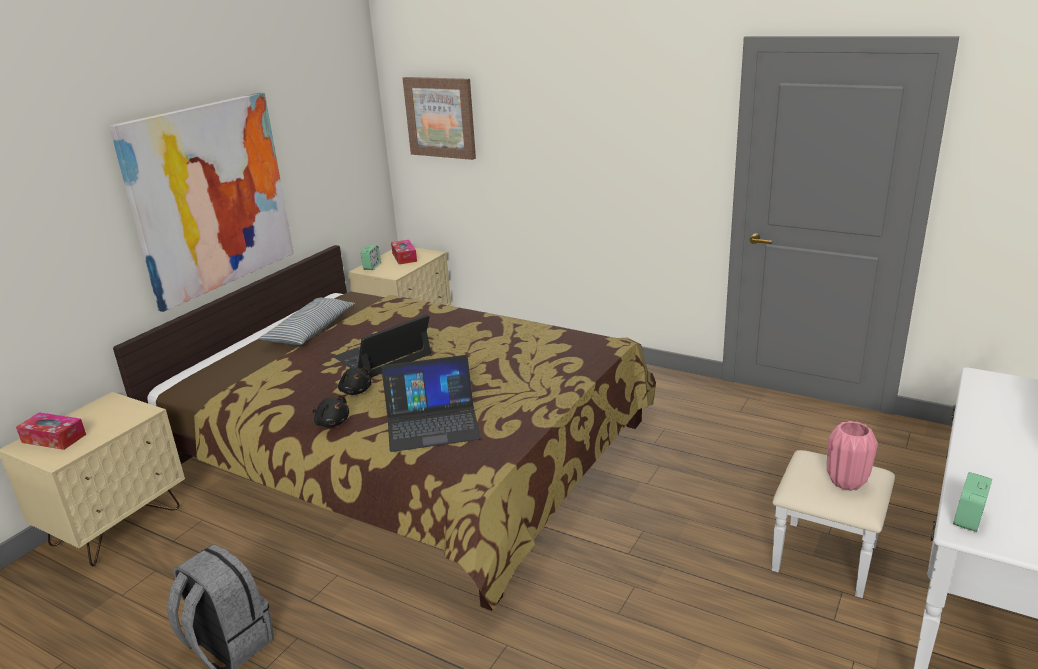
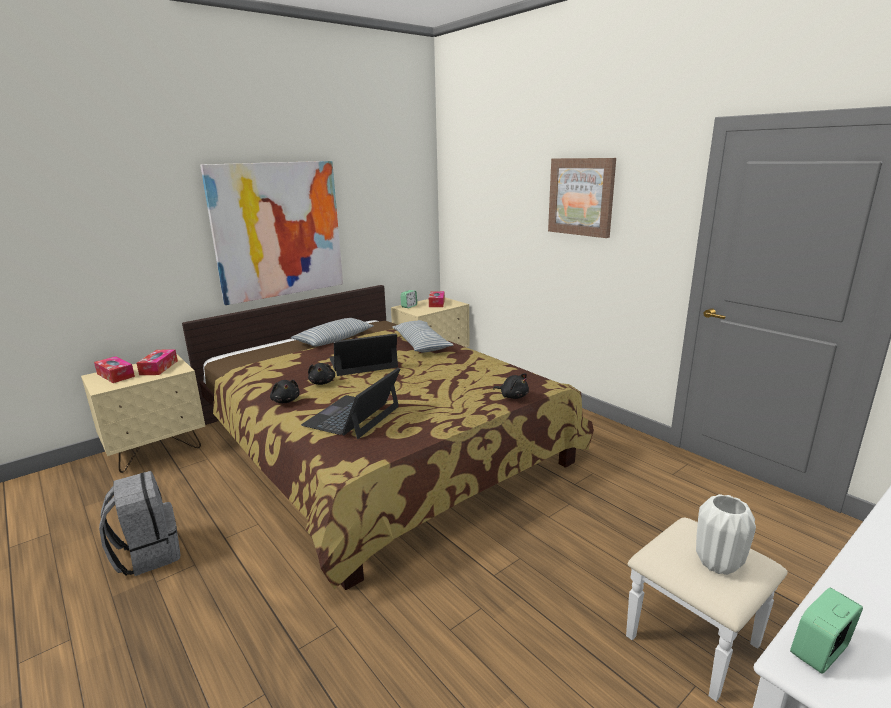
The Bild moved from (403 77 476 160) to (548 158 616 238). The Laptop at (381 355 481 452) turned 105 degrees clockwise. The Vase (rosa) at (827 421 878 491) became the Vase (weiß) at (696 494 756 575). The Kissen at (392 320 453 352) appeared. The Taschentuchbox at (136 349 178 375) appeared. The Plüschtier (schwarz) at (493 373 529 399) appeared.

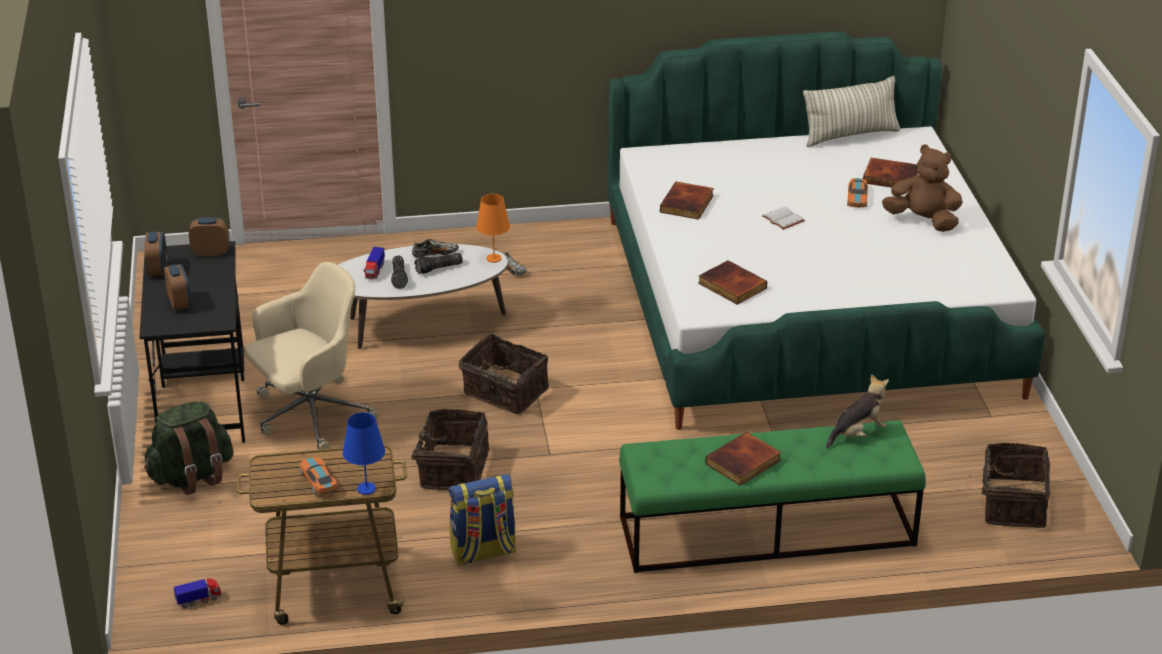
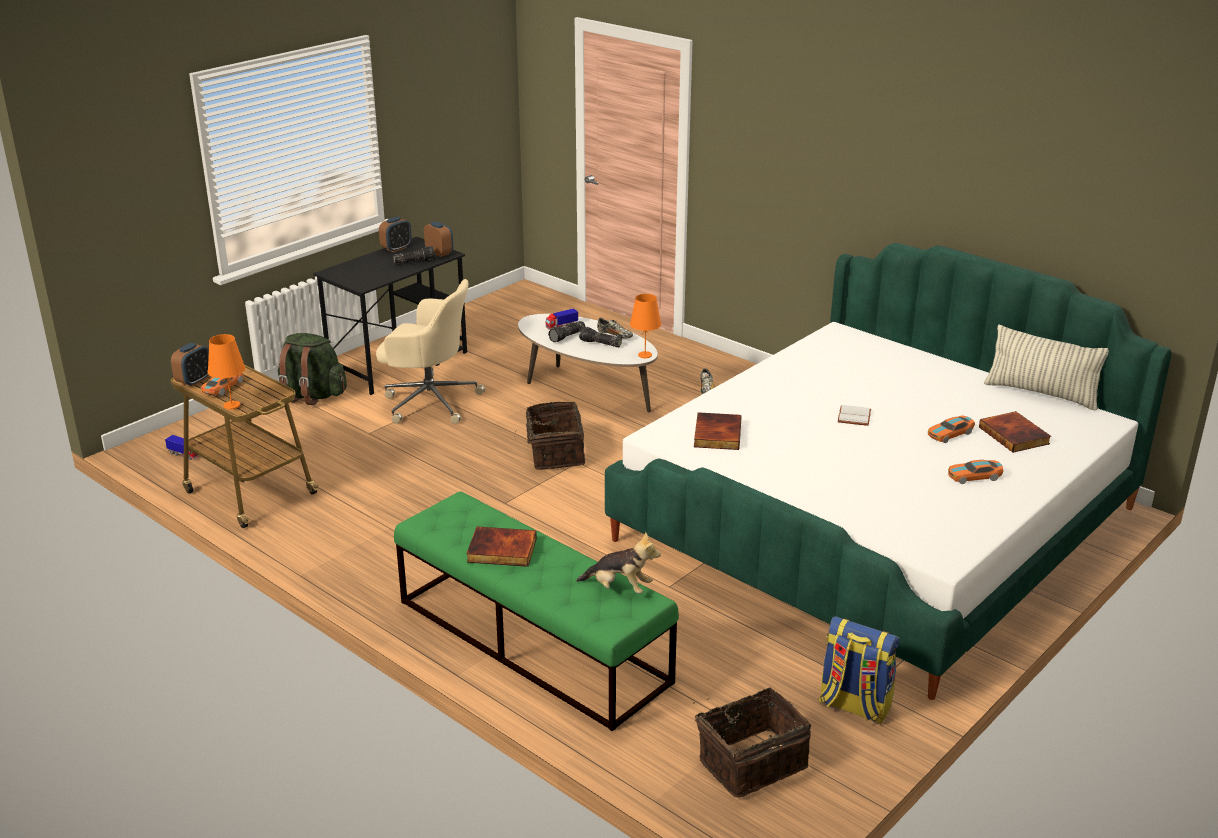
The Plüschtier (braun) at (882 145 963 232) was replaced by the Spielzeugauto at (948 460 1004 484). The Buch at (660 182 714 220) disappeared. The Wecker moved from (164 264 192 310) to (171 343 209 386). The Korb at (398 409 489 490) disappeared. The Tischlampe (blau) at (343 412 385 495) became the Tischlampe (orange) at (208 334 245 410). The Rucksack moved from (449 474 517 566) to (819 616 900 724). The Taschenlampe at (393 246 435 264) appeared.

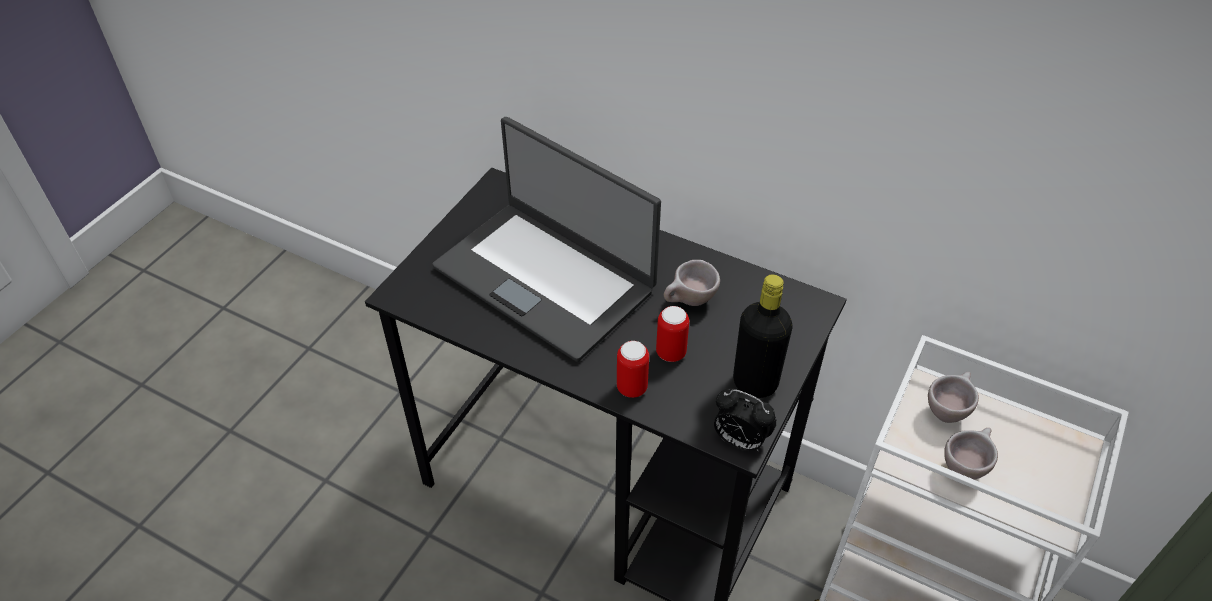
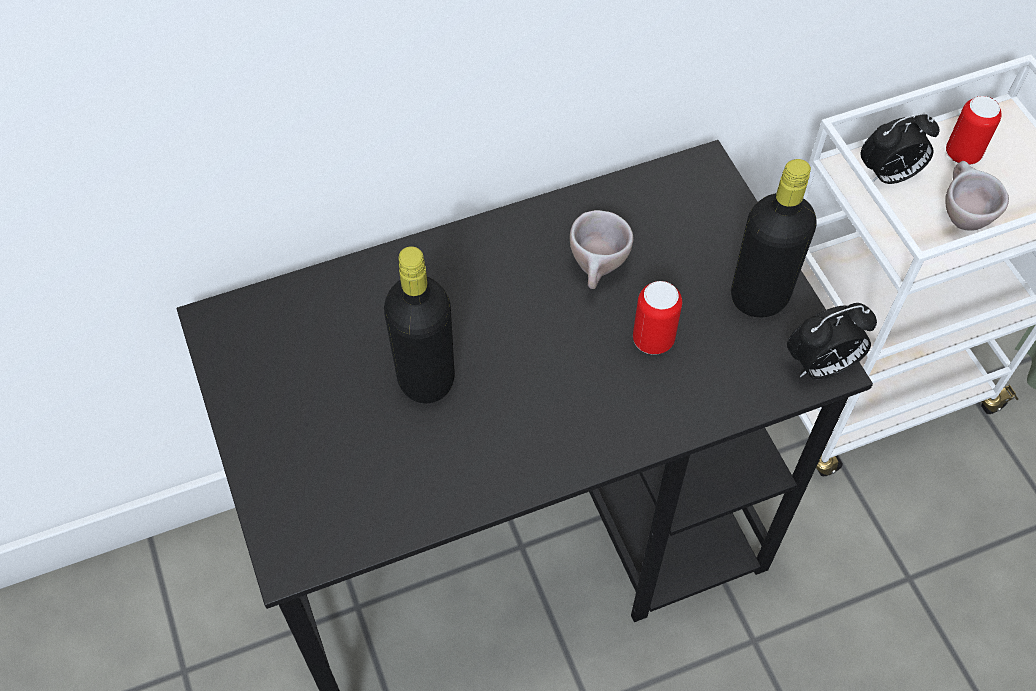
The Laptop at (432 117 661 362) was replaced by the Flasche (schwarz) at (384 246 455 403). The Dose moved from (617 341 649 398) to (946 96 1002 165). The Tasse (beige) at (928 372 979 423) was replaced by the Wecker at (861 113 940 184).

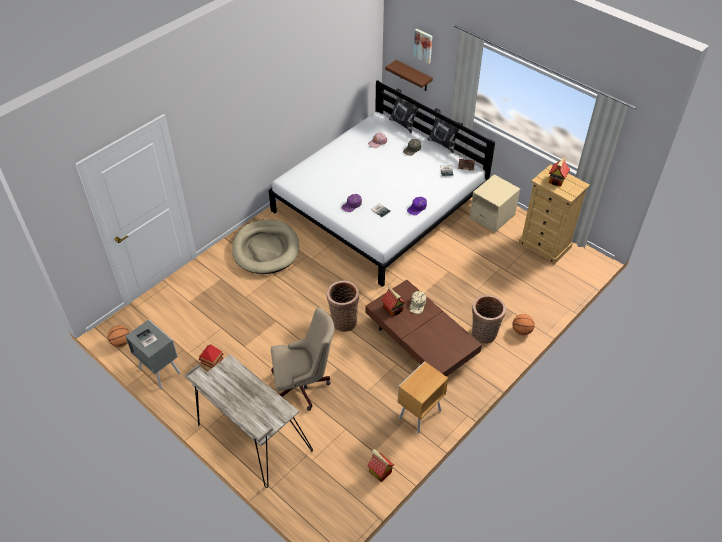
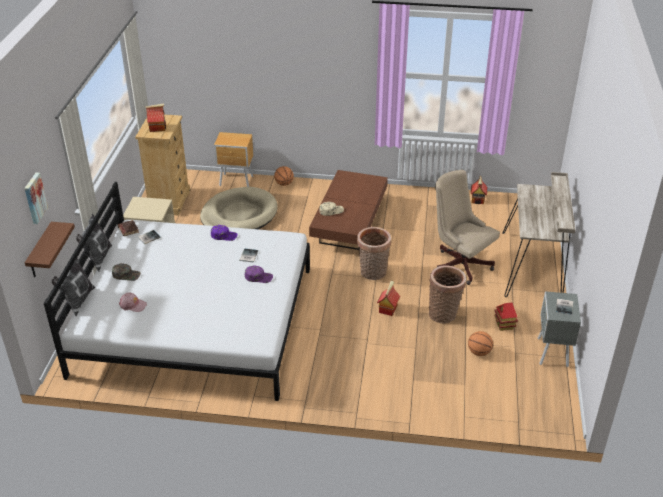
The Hundebett (beige) moved from (232 220 299 274) to (200 187 278 229). The Spielzeughaus moved from (381 287 405 317) to (377 281 400 316). The Korb moved from (472 295 506 343) to (429 265 466 323). The Basketball moved from (108 325 130 347) to (468 331 493 356). The Nachttisch (braun) moved from (397 361 448 434) to (214 132 253 187).

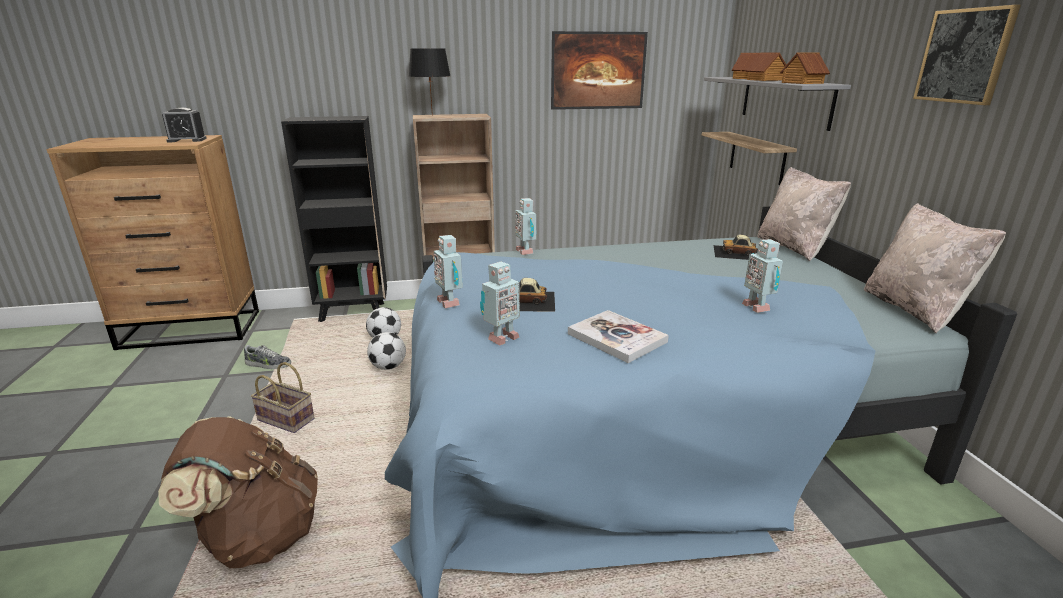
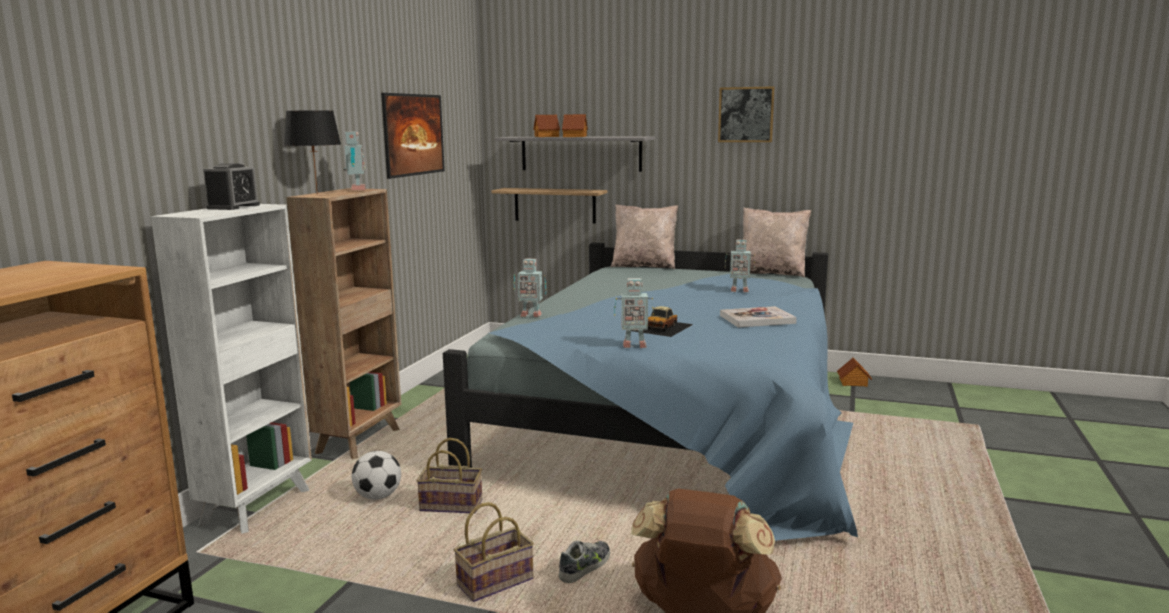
The Spielzeughaus moved from (780 53 830 84) to (837 358 872 387). The Wecker moved from (162 108 207 143) to (203 163 260 210). The Bücherregal (schwarz) at (281 116 387 322) became the Bücherregal (weiß) at (151 204 312 534). The Spielzeugauto at (714 235 758 260) disappeared. The Spielzeugroboter moved from (480 262 520 346) to (344 131 366 190). The Fußball at (367 332 406 370) was replaced by the Korb at (416 438 482 513). The Schuh moved from (244 345 291 369) to (559 541 610 583).

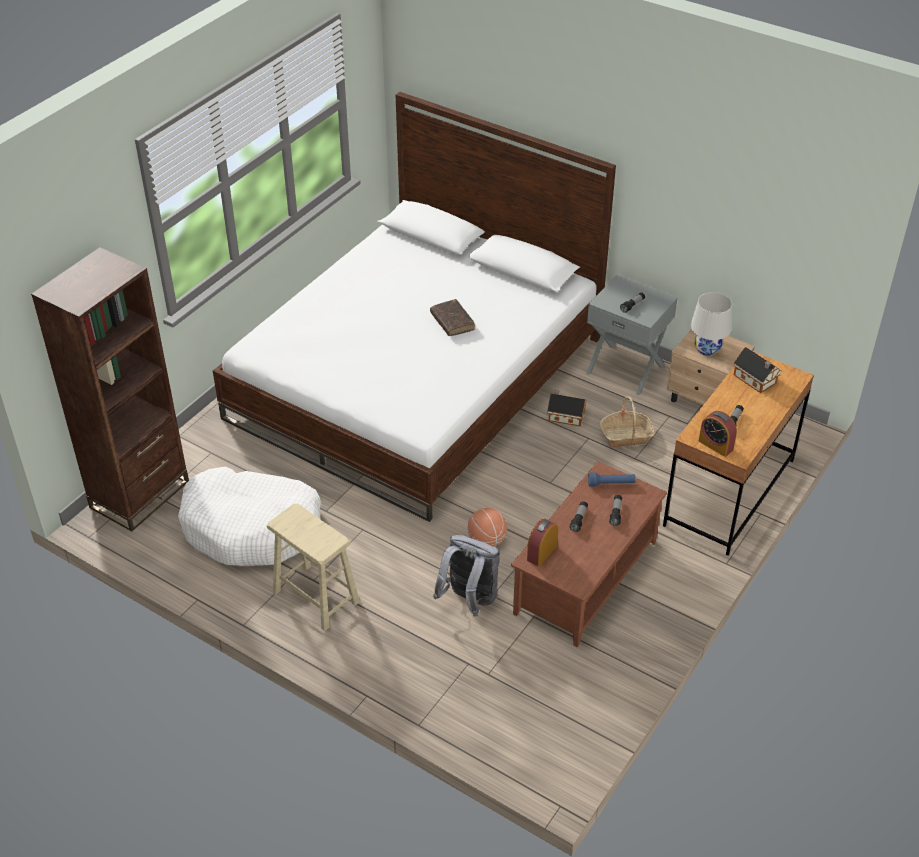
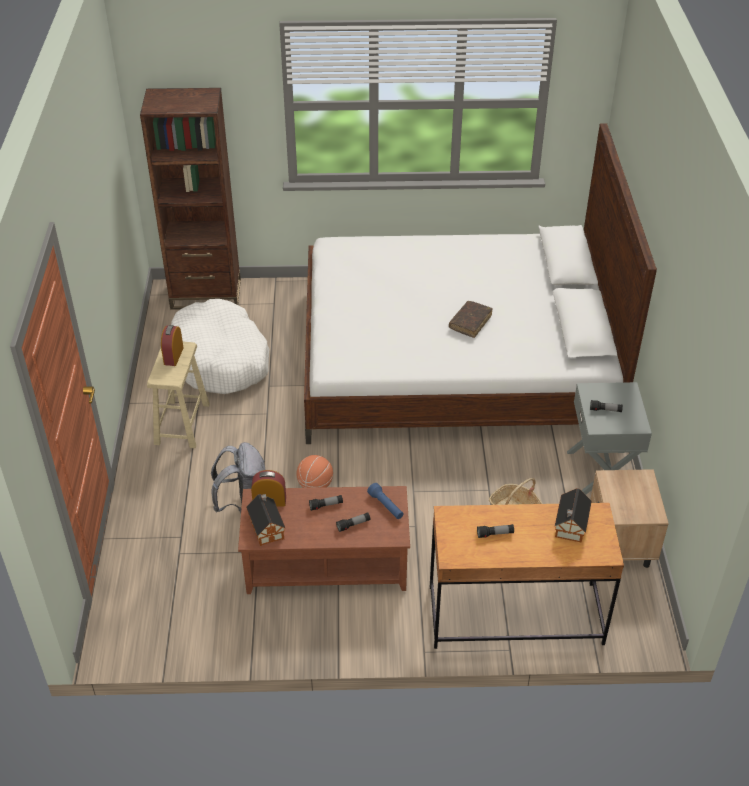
The Tischlampe (weiß) at (691 292 732 356) disappeared. The Spielzeughaus moved from (547 390 587 427) to (246 494 285 546). The Wecker moved from (699 411 737 457) to (161 325 184 366).

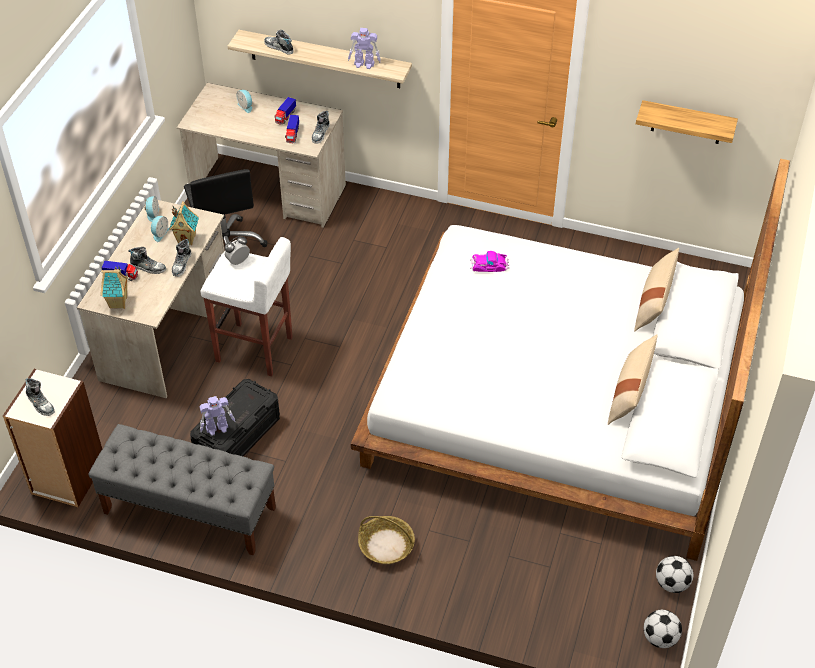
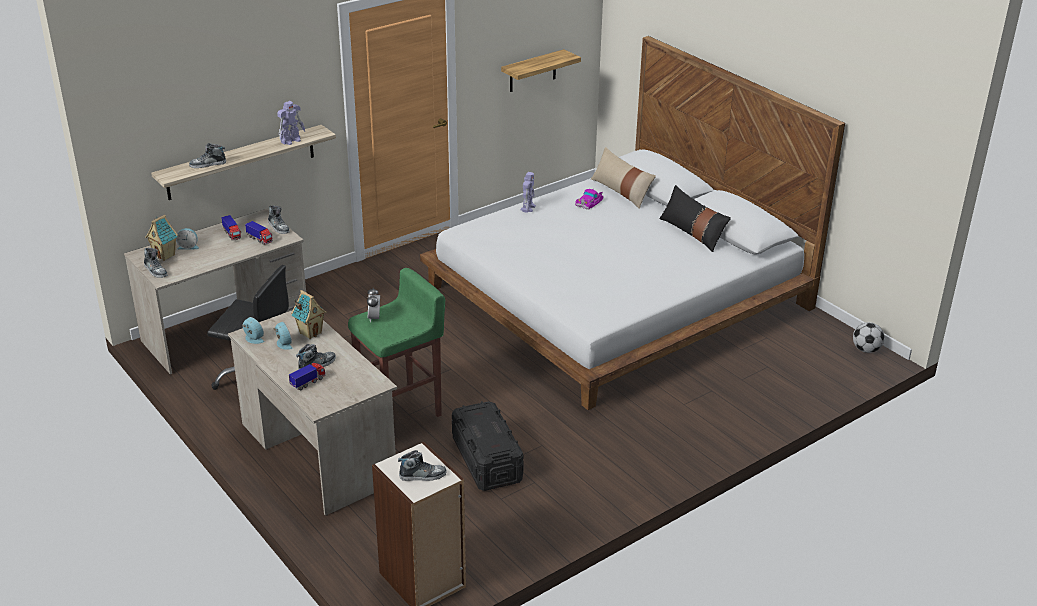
The Hocker (weiß) at (201 237 293 376) became the Hocker (grün) at (348 268 445 417). The Schuh moved from (172 239 191 277) to (144 248 168 278). The Spielzeugauto moved from (470 251 509 272) to (575 189 604 210). The Spielzeughaus moved from (101 266 128 309) to (145 215 178 261). The Kissen (beige) at (608 334 658 425) became the Kissen (schwarz) at (659 185 731 252). The Spielzeugroboter moved from (200 396 235 436) to (521 172 536 213). The Bank (grau) at (88 424 276 556) disappeared. The Korb at (358 516 415 564) disappeared. The Fußball at (656 556 693 593) disappeared.

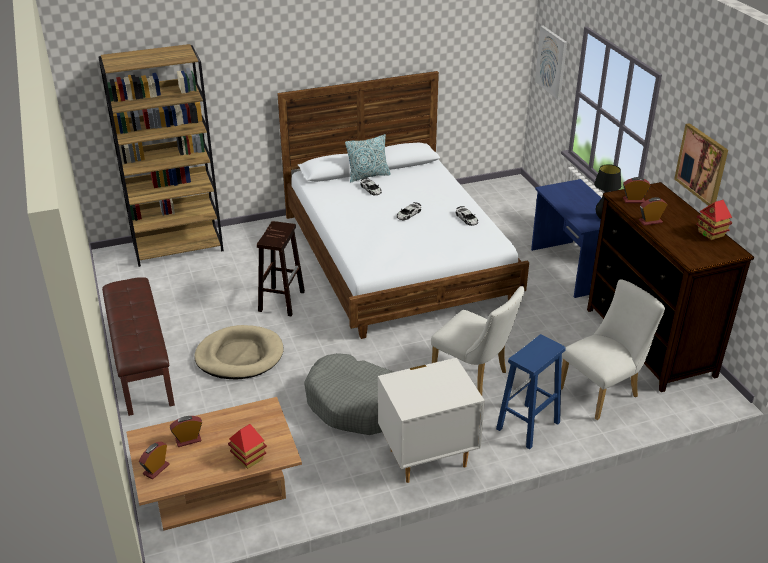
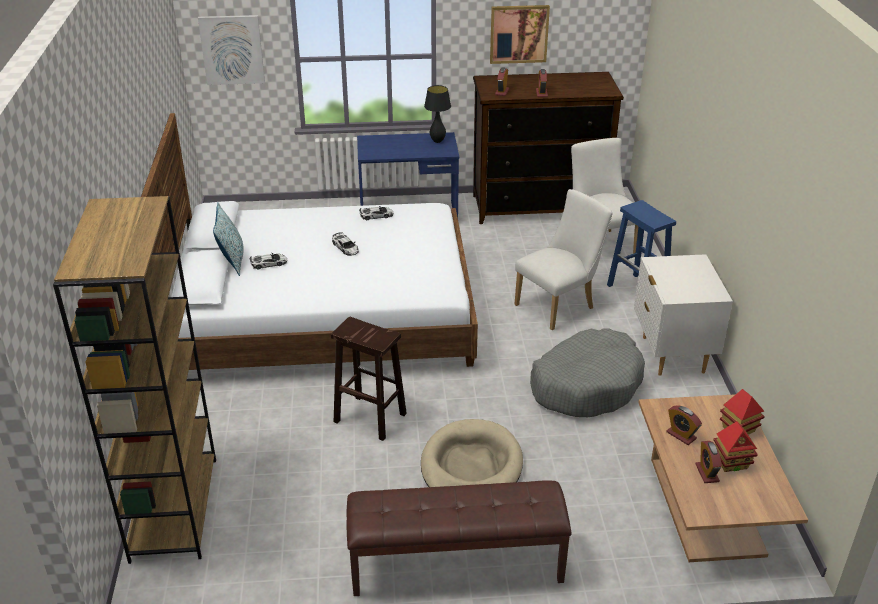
The Spielzeughaus moved from (696 200 732 240) to (713 421 758 472). The Wecker moved from (139 442 170 479) to (666 405 702 445).

